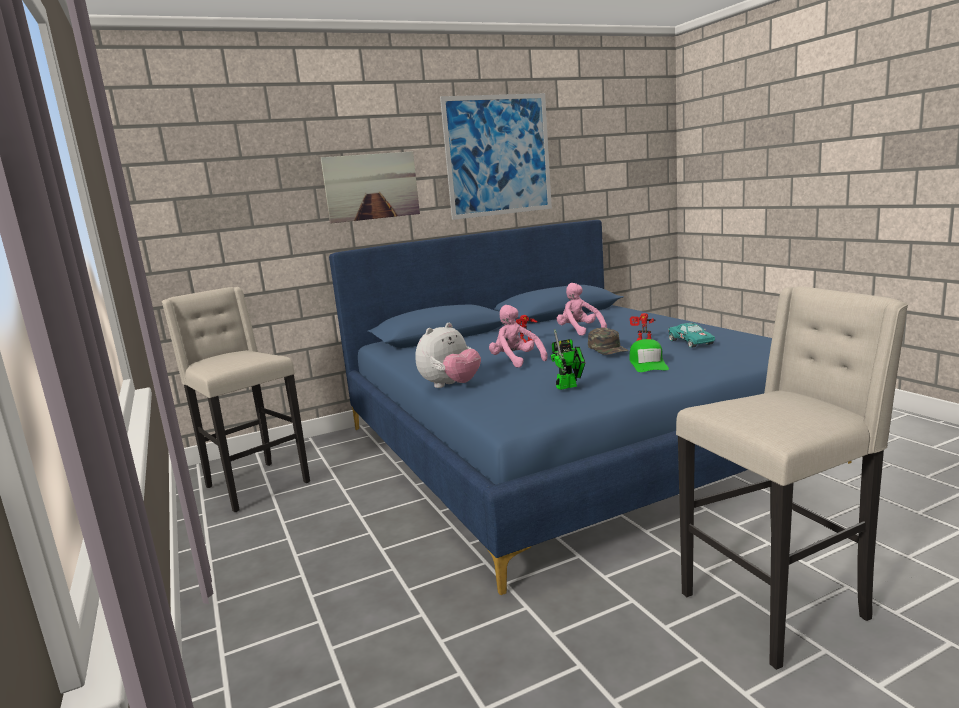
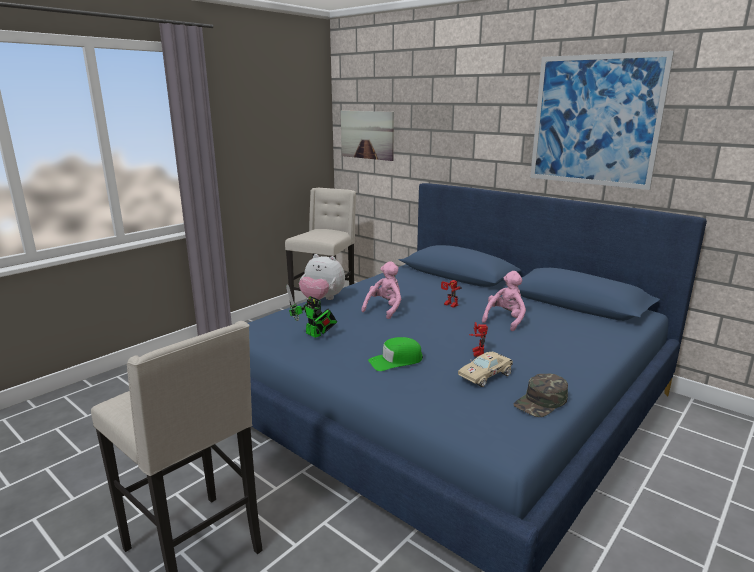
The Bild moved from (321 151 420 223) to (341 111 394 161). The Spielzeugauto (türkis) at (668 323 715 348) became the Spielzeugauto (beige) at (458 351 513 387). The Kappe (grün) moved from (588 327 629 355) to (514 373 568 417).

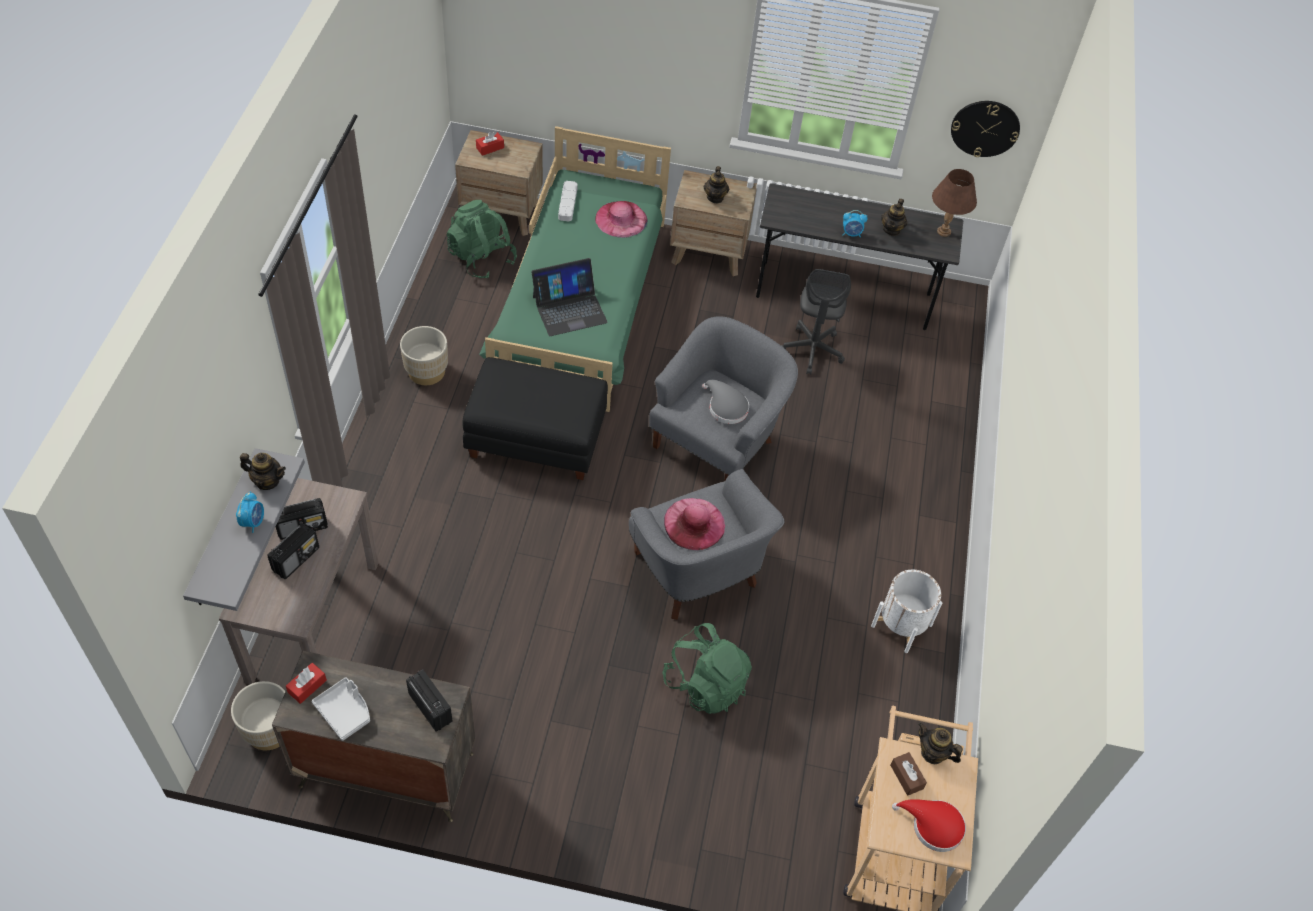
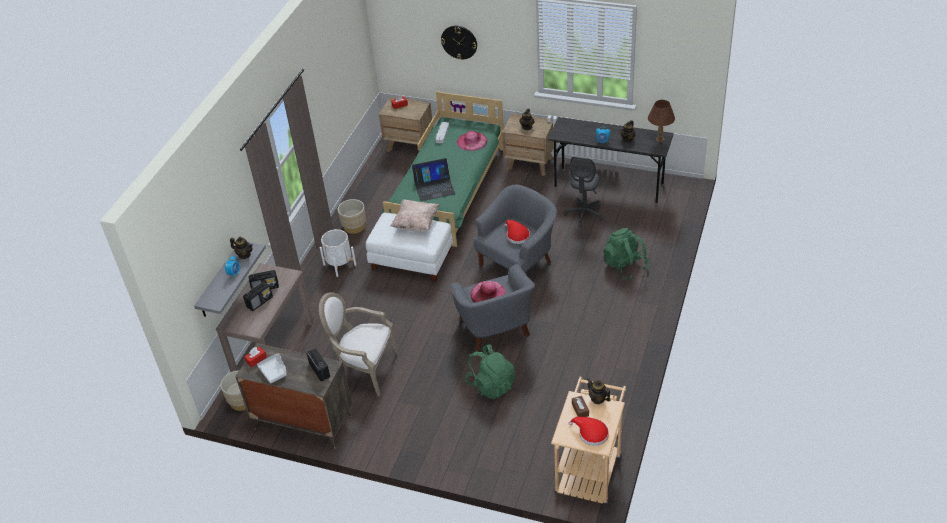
The Wanduhr moved from (951 101 1020 157) to (441 26 477 60). The Rucksack (grün) moved from (447 200 517 279) to (603 228 649 279). The Polsterhocker (schwarz) at (463 357 608 480) became the Polsterhocker (weiß) at (366 213 453 281). The Hut (grau) at (702 380 749 424) became the Hut (rot) at (504 220 530 244). The Pflanzkübel (weiß) moved from (871 570 942 653) to (320 229 356 277). The Kissen (beige) at (390 199 439 232) appeared. The Sessel at (319 292 399 397) appeared.

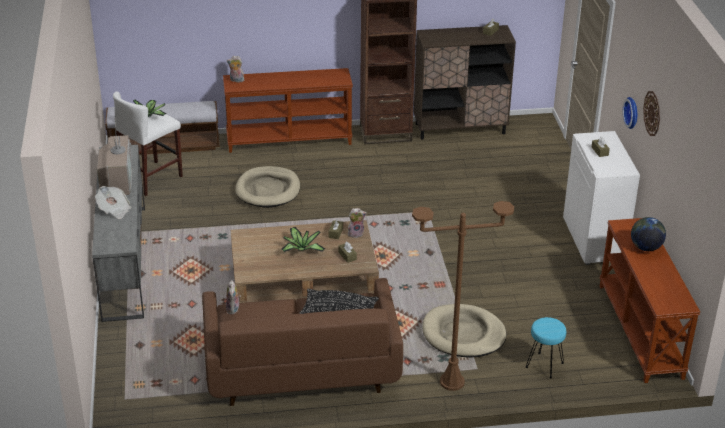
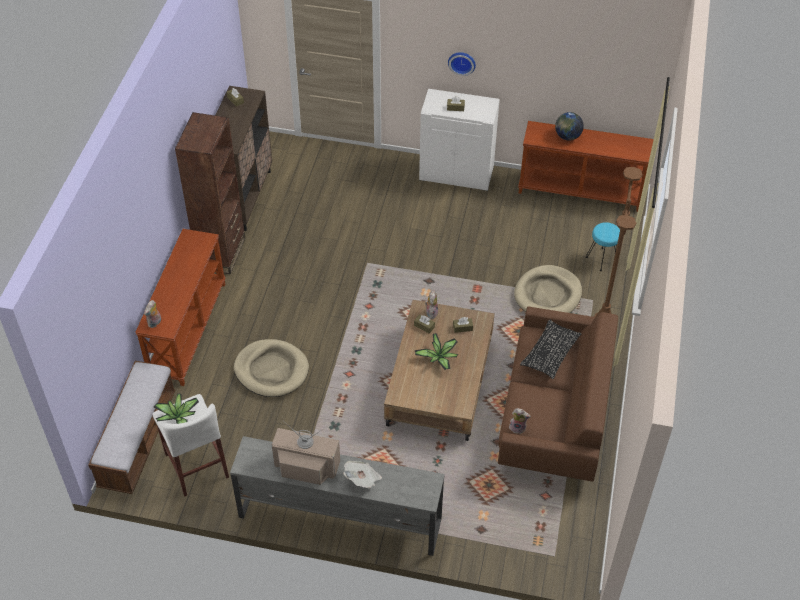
The Wanduhr at (643 91 660 136) disappeared.

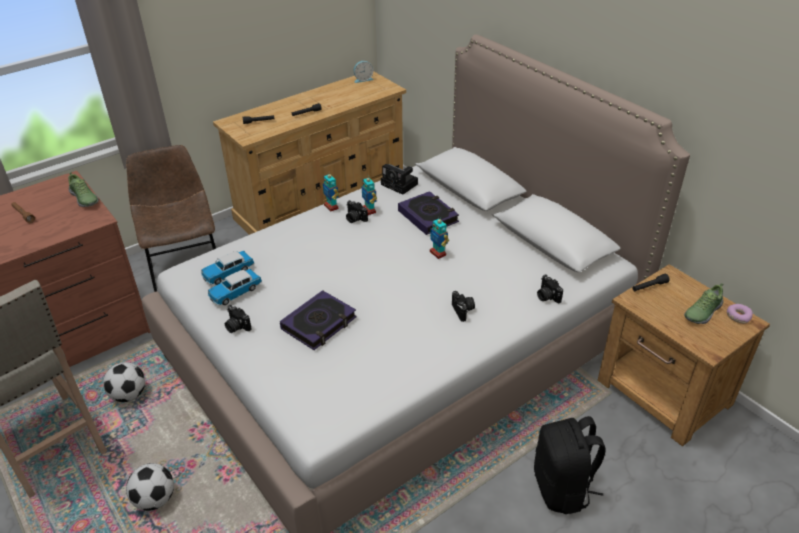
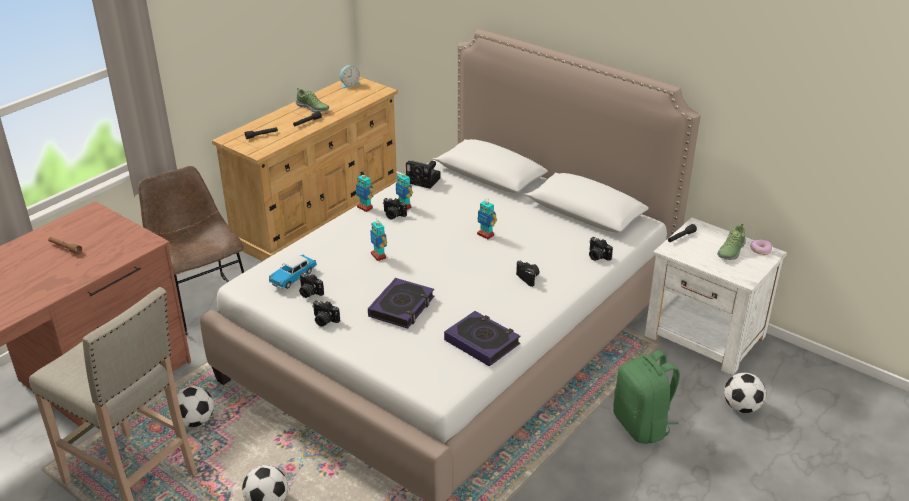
The Schuh moved from (68 172 99 207) to (296 88 329 112). The Buch moved from (398 191 459 235) to (444 311 521 366). The Nachttisch (braun) at (598 264 770 447) became the Nachttisch (weiß) at (645 217 787 376). The Spielzeugauto at (208 269 262 305) was replaced by the Kamera at (299 273 324 298). The Rucksack (schwarz) at (534 416 606 514) became the Rucksack (grün) at (613 350 680 444). The Spielzeugroboter at (370 220 387 261) appeared. The Fußball at (724 373 766 413) appeared.

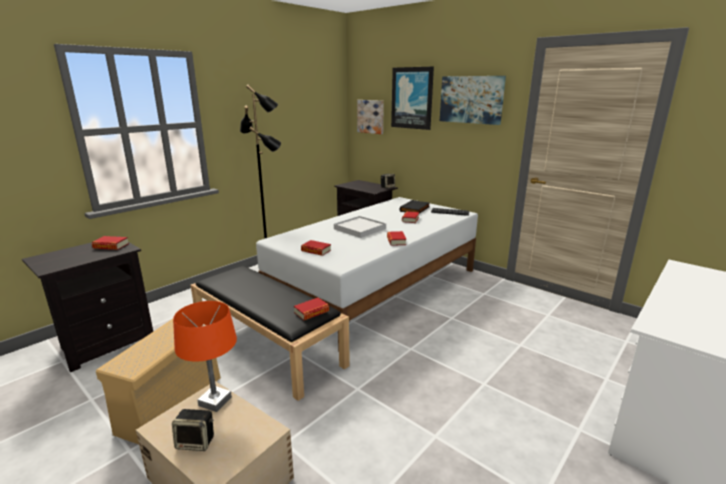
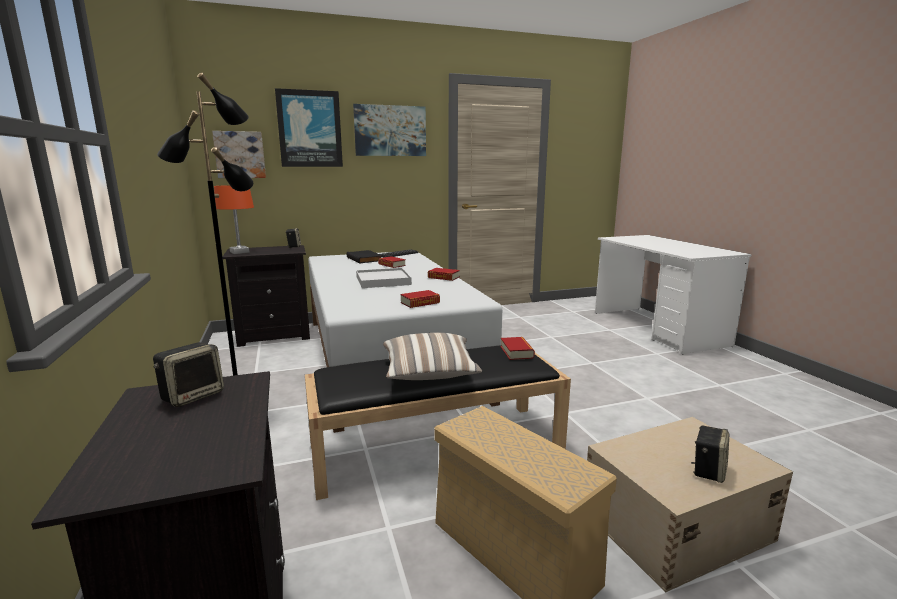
The Buch at (92 236 129 250) was replaced by the Lautsprecher at (153 342 224 407). The Tischlampe (orange) moved from (173 301 237 412) to (214 185 254 254). The Kissen at (383 333 482 380) appeared.

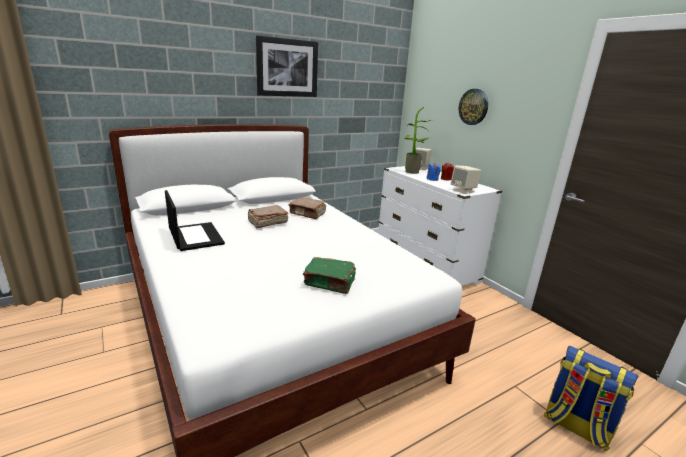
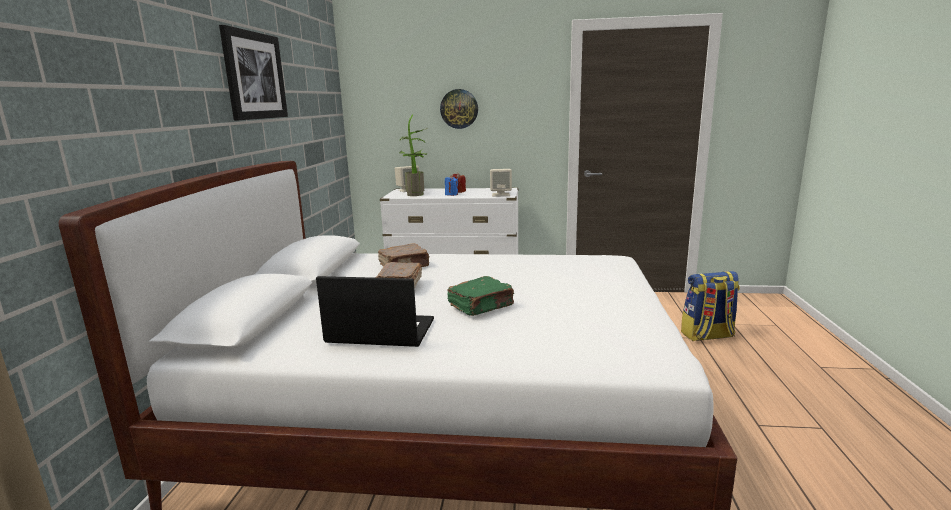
The Buch (grün) moved from (303 257 356 294) to (447 276 514 316).

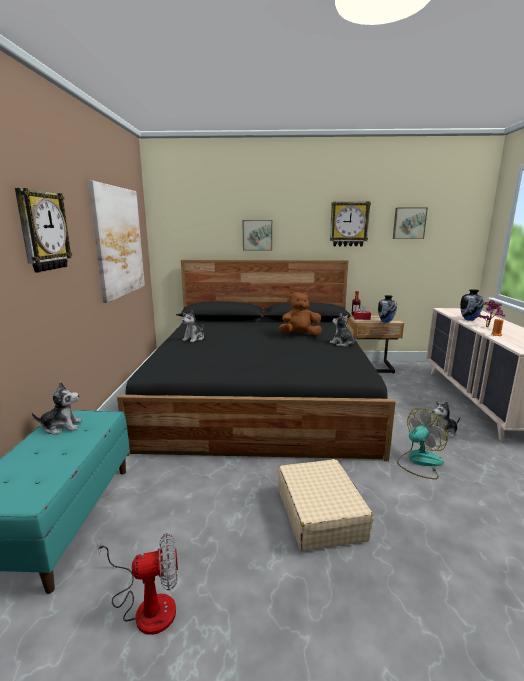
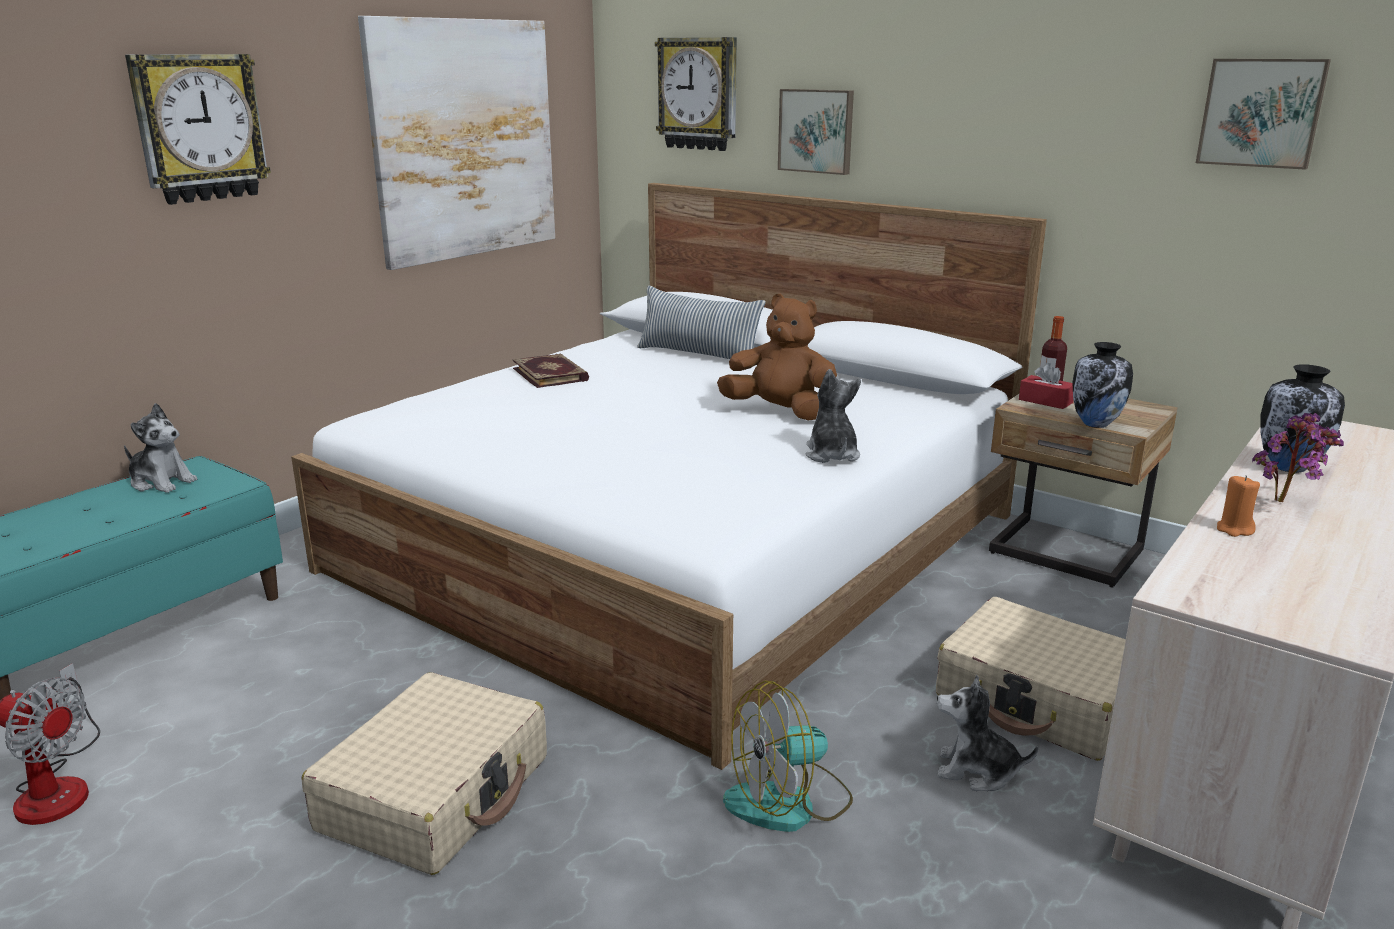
The Wanduhr moved from (330 201 371 246) to (655 37 737 151). The Bett (schwarz) at (117 260 396 461) became the Bett (weiß) at (291 183 1047 770). The Plüschtier at (182 310 204 342) was replaced by the Buch at (512 354 589 388). The Ventilator at (397 408 448 479) turned 150 degrees clockwise. The Kissen at (637 286 766 359) appeared. The Koffer (beige) at (936 597 1126 761) appeared.

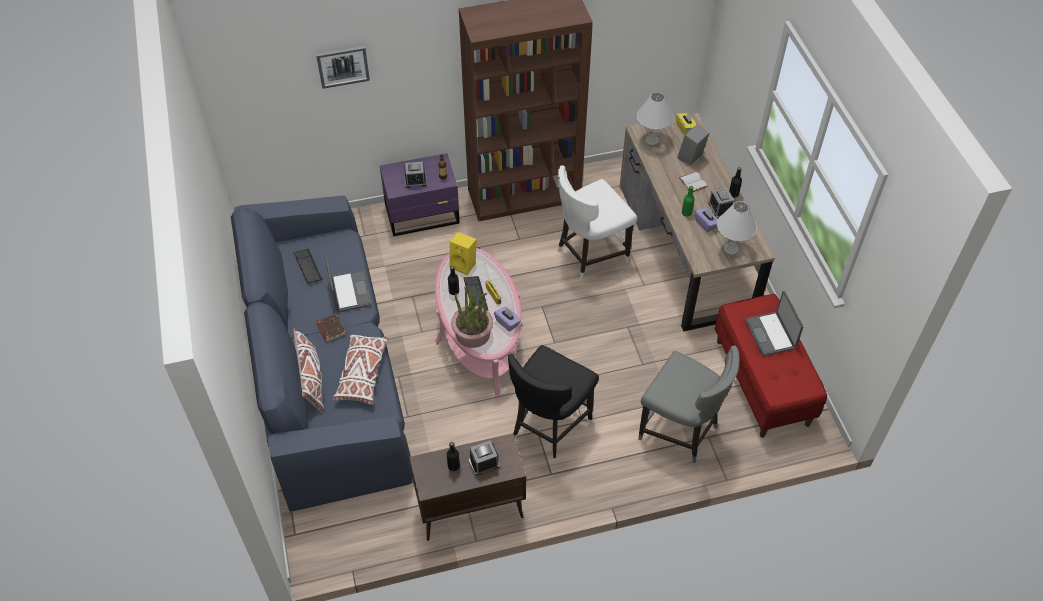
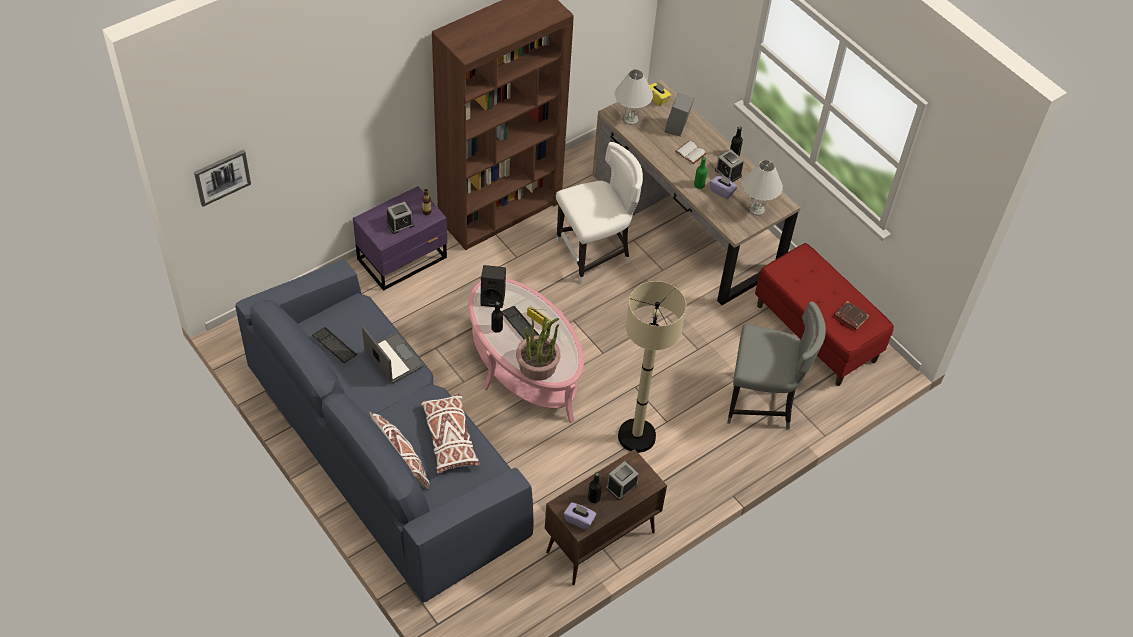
The Bild moved from (316 46 370 89) to (194 150 251 207). The Stuhl (weiß) at (557 165 637 279) turned 150 degrees counterclockwise. The Lautsprecher (gelb) at (449 232 477 275) became the Lautsprecher (schwarz) at (480 265 506 308). The Laptop at (745 291 803 356) disappeared. The Taschentuchbox (lila) moved from (494 306 521 332) to (564 502 597 530). The Buch (braun) moved from (316 314 346 342) to (834 301 869 330). The Stuhl (schwarz) at (508 345 599 458) was replaced by the Stehlampe (beige) at (618 281 686 453).

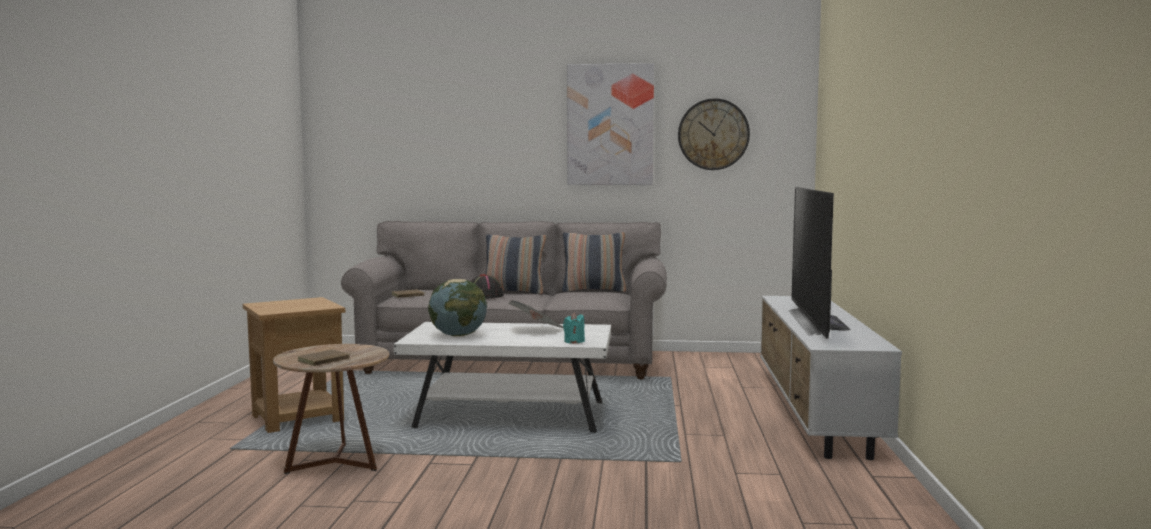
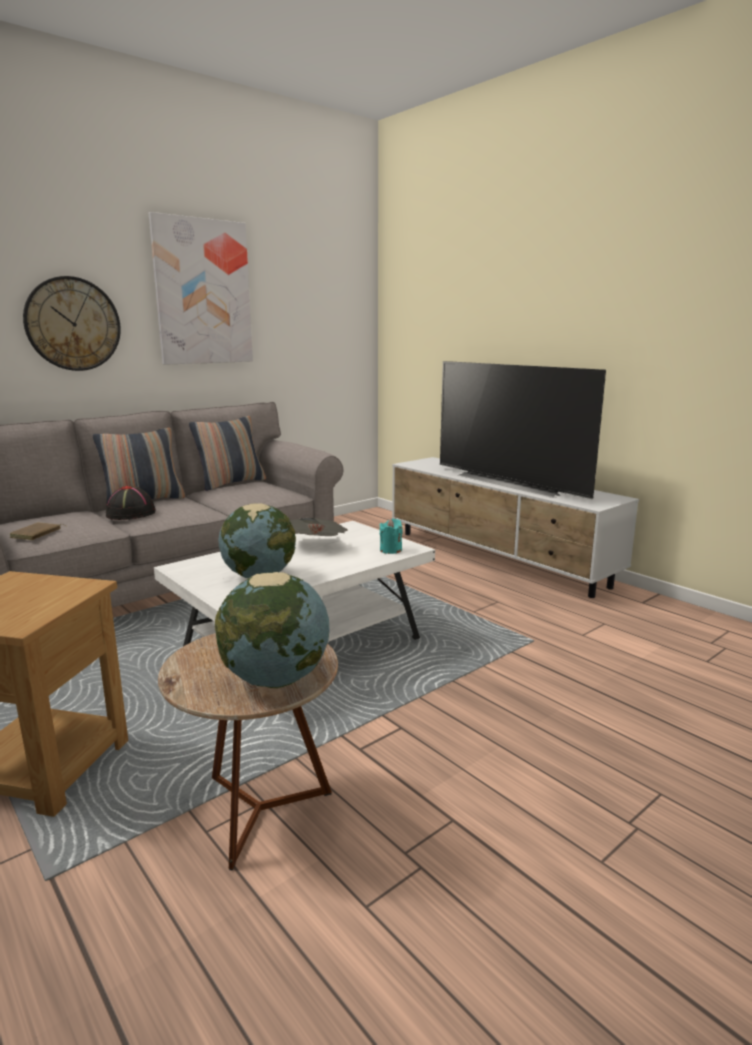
The Wanduhr moved from (678 98 750 170) to (23 276 121 371). The Buch (braun) at (297 349 354 366) was replaced by the Globus at (215 572 330 688).

